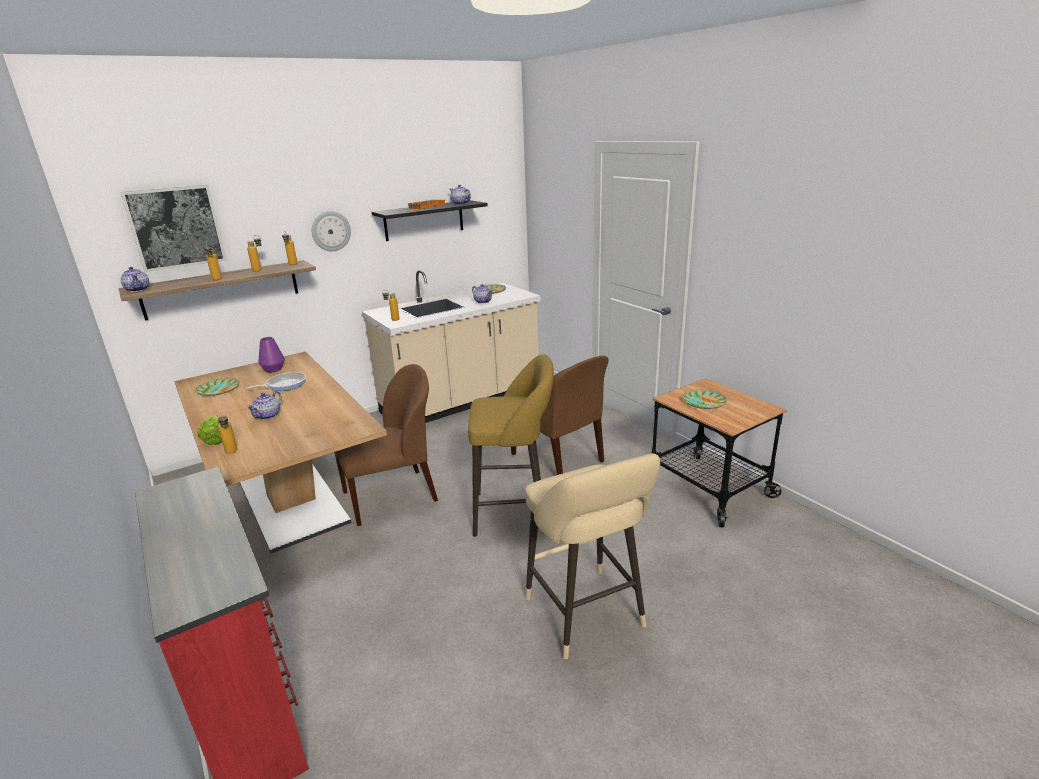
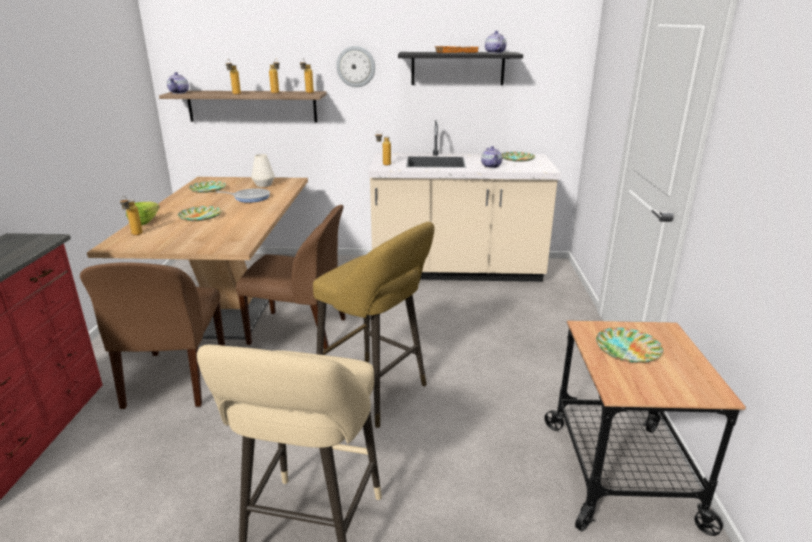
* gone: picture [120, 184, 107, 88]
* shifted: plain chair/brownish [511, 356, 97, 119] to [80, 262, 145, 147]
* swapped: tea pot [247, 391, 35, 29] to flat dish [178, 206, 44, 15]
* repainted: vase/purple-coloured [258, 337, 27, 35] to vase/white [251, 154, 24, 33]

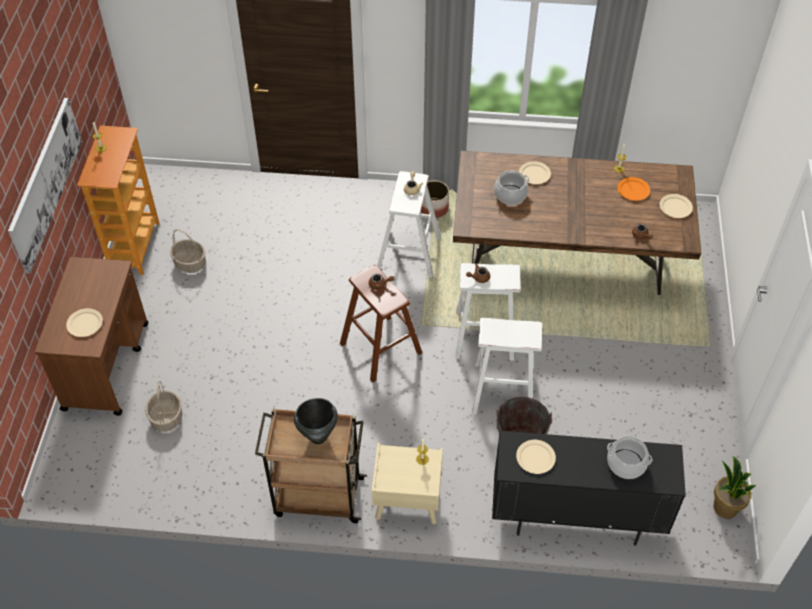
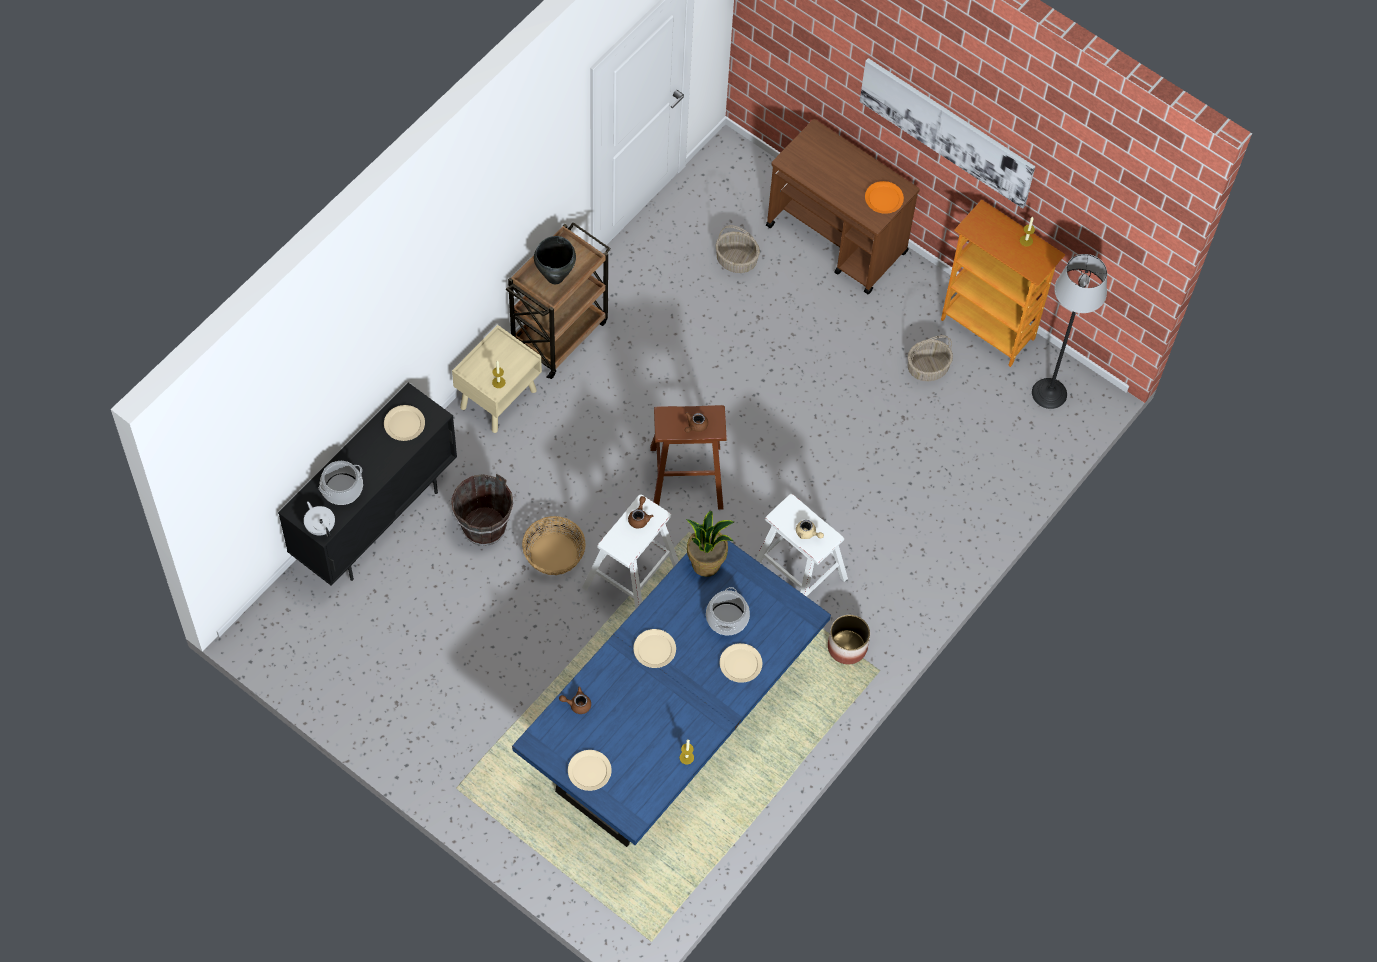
* new: tea pot/white [304, 501, 31, 37]
* new: standing lamp [1032, 254, 75, 155]
* shifted: flat dish/beige [66, 308, 37, 29] to [633, 629, 43, 39]
* shifted: flat dish/orange-coloured [618, 177, 32, 24] to [865, 181, 39, 33]
* shifted: houseplant [713, 457, 43, 62] to [686, 511, 48, 66]
* swapped: stool/white [472, 318, 70, 97] to basket [522, 516, 64, 59]
* repainted: dining table/brownish [453, 151, 248, 144] to dining table/blue [512, 541, 319, 306]

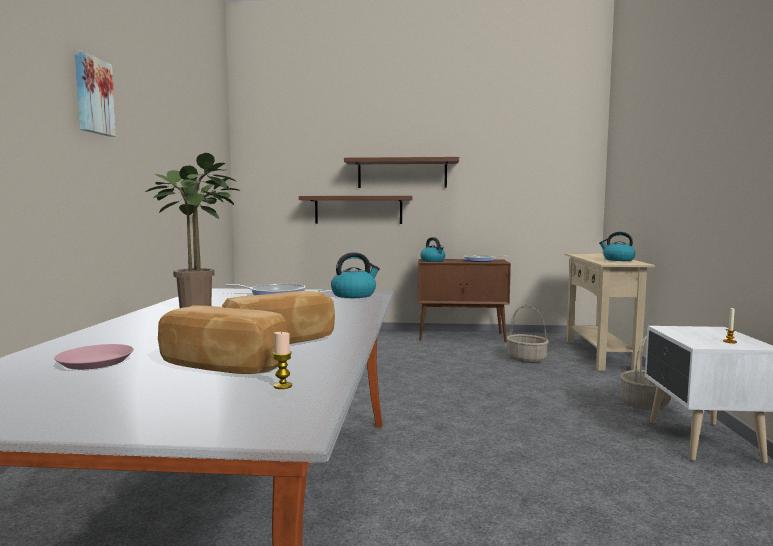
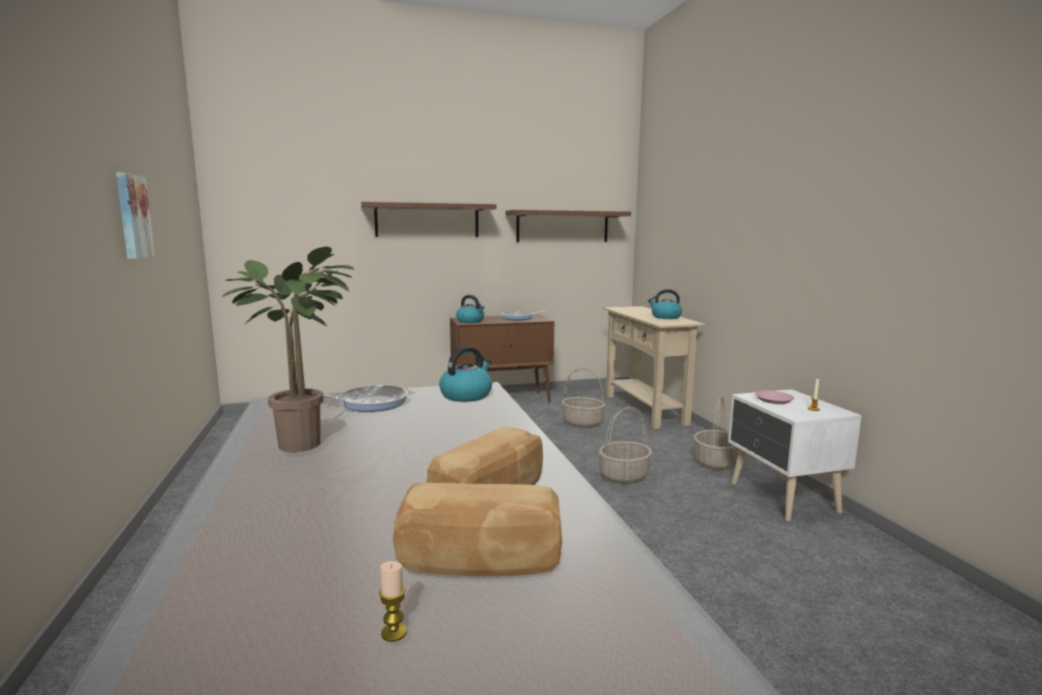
* new: basket [599, 407, 53, 77]
* shifted: flat dish/pinkish [54, 344, 80, 26] to [755, 390, 39, 14]
* shifted: picture [75, 51, 41, 86] to [116, 173, 40, 86]
* shifted: wax candle [273, 332, 19, 57] to [379, 561, 28, 81]
* shifted: wall shelf [299, 196, 113, 28] to [506, 210, 125, 32]

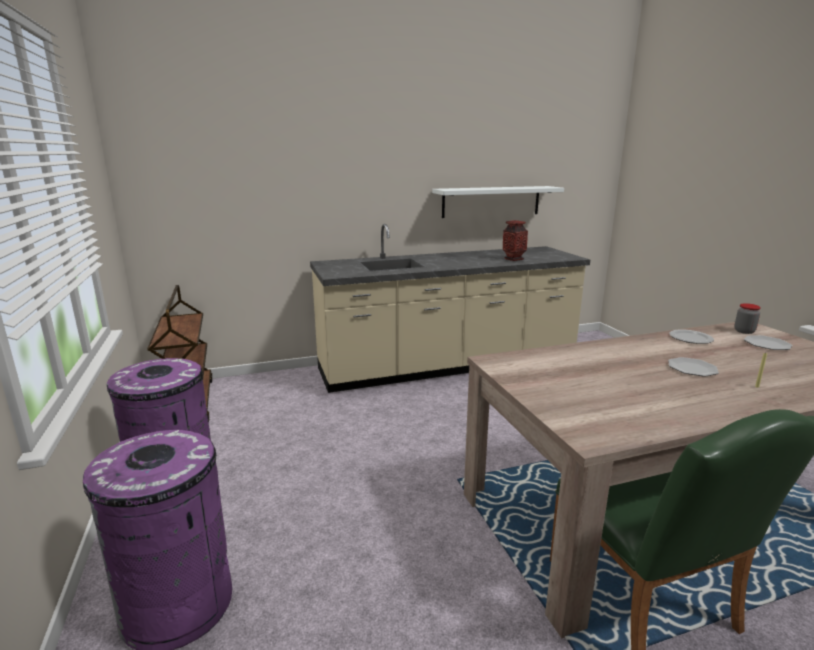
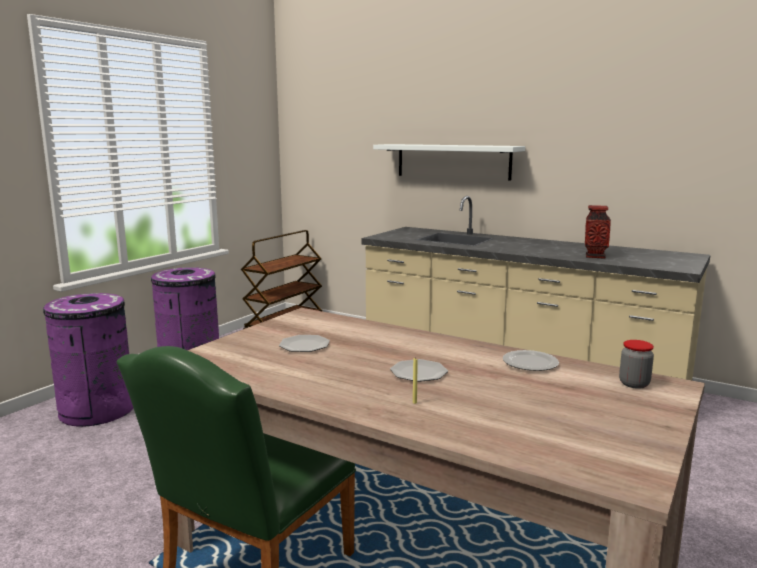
* shifted: wall shelf/white [432, 186, 132, 32] to [373, 144, 152, 37]
* shifted: flat dish [744, 335, 48, 15] to [279, 335, 51, 17]

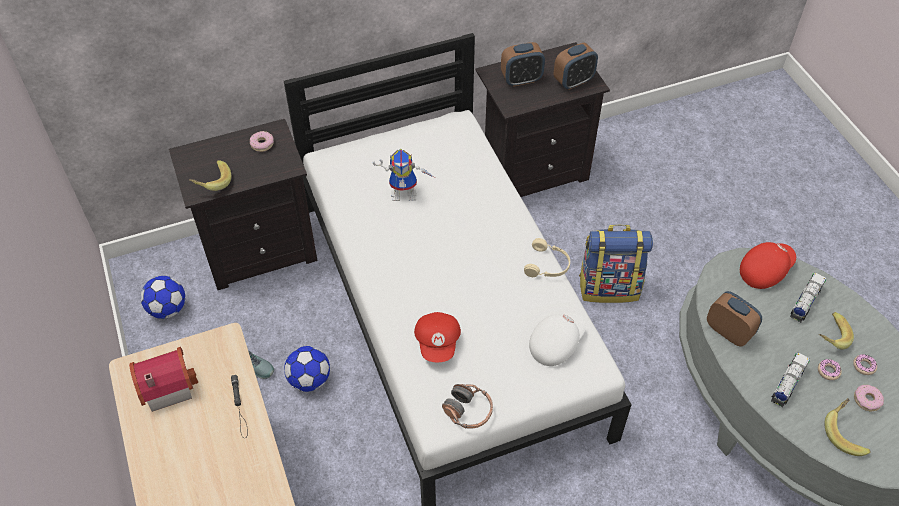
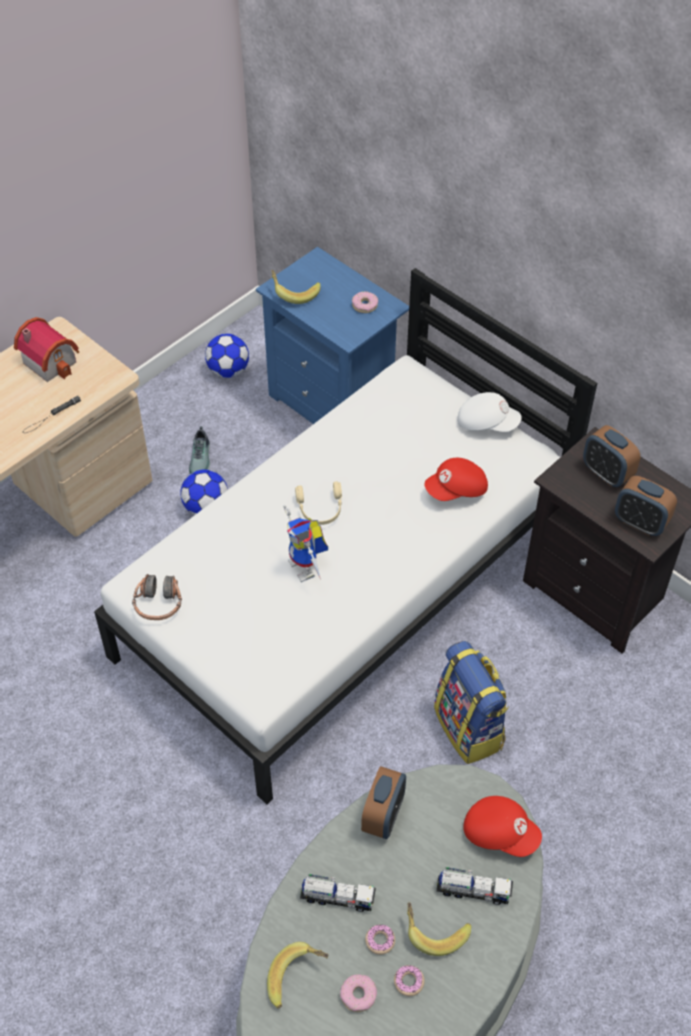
* shifted: toy robot [373, 148, 62, 53] to [284, 505, 44, 77]
* shifted: peaked cap/reddish [414, 312, 47, 50] to [424, 458, 64, 43]
* shifted: headset/beige [524, 238, 46, 39] to [295, 481, 47, 44]
* shifted: peaked cap/white [529, 312, 57, 54] to [457, 392, 65, 40]
* repainted: night table/blackish [169, 119, 149, 171] to night table/blue [256, 247, 153, 177]

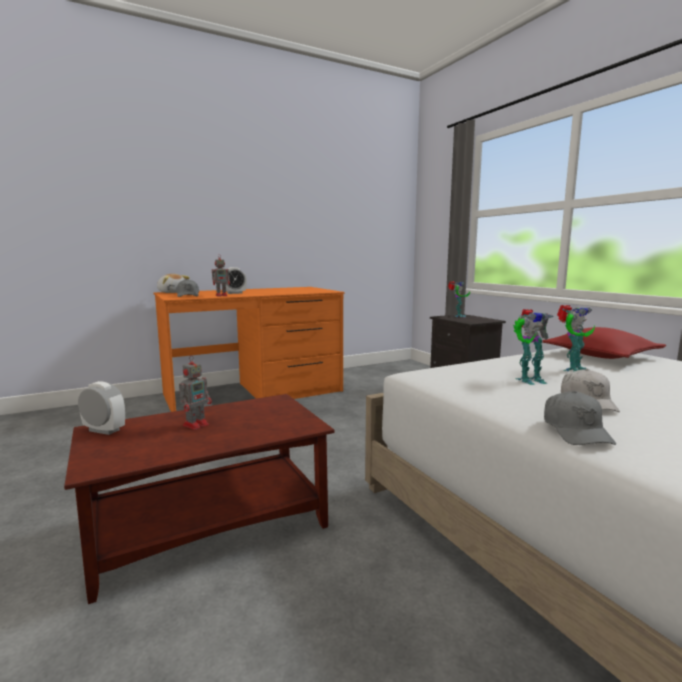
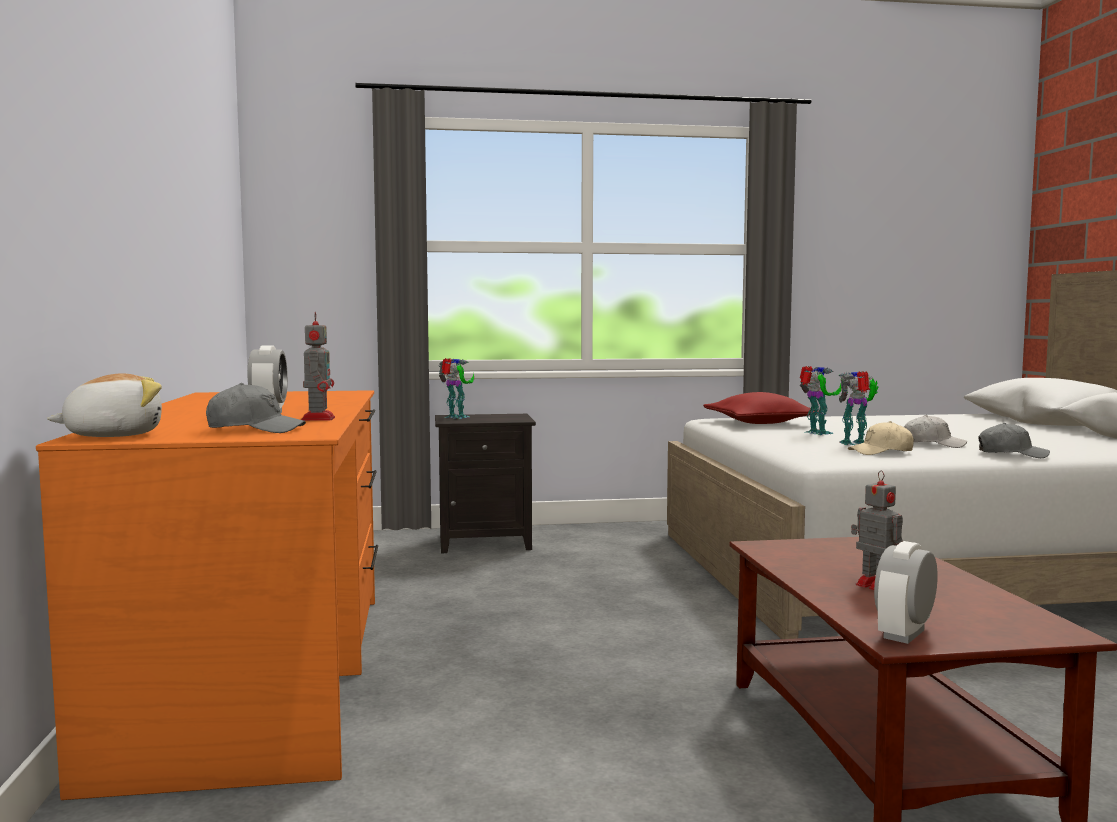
* new: peaked cap/beige [848, 421, 66, 34]
* rotated: toy robot [513, 309, 41, 76] = [838, 371, 41, 74] 105 degrees counterclockwise

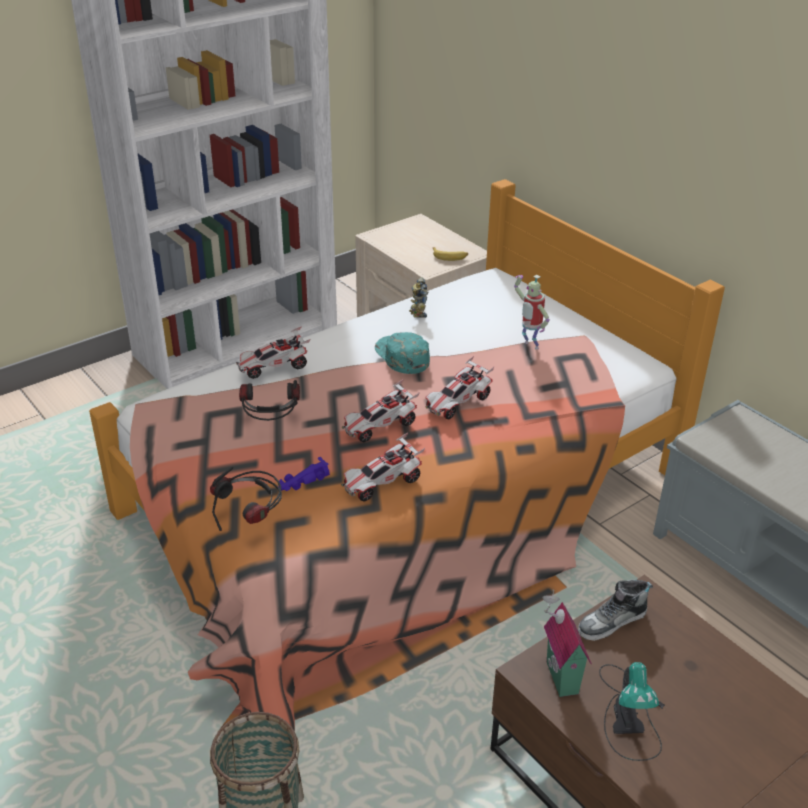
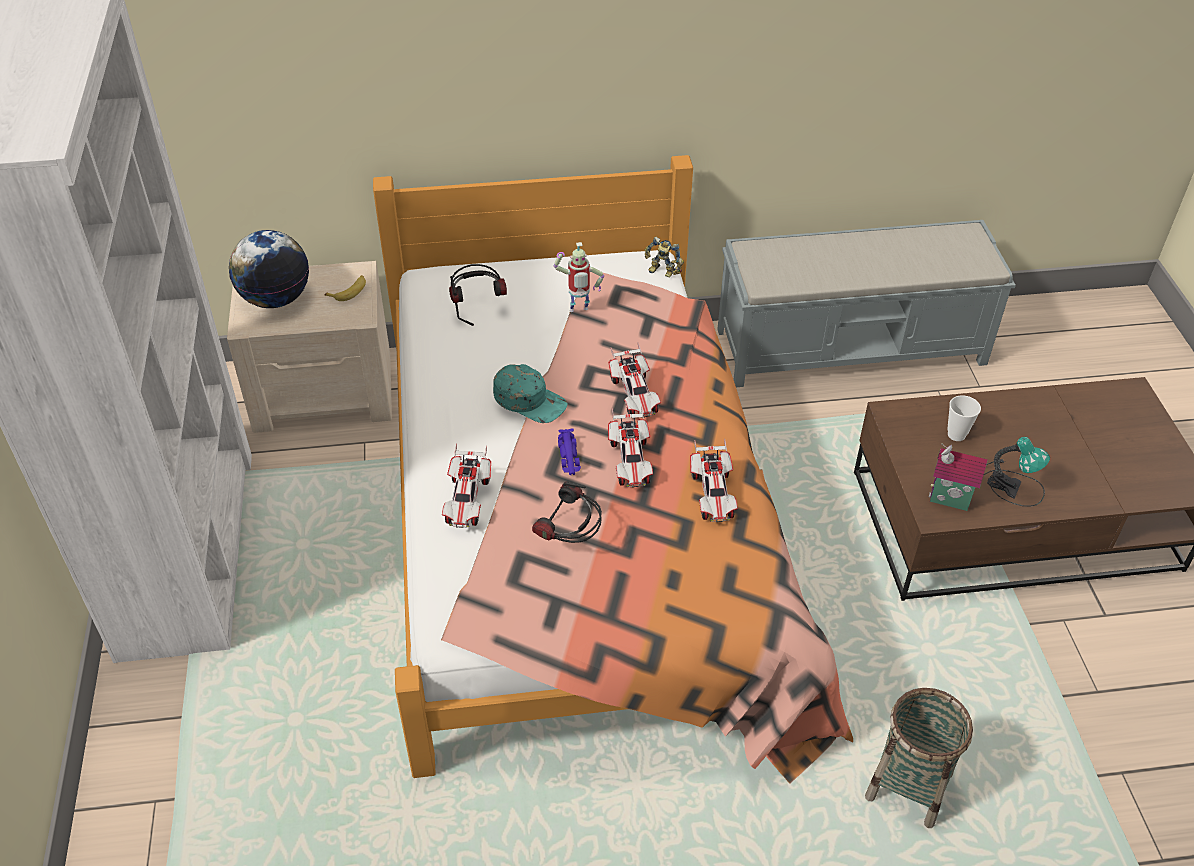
* gone: shoe [578, 580, 75, 61]
* new: world globe [229, 230, 80, 78]
* new: drinking cup [948, 395, 33, 46]
* shifted: headset [210, 467, 72, 64] to [449, 264, 58, 62]
* shifted: model car/purple-coloured [278, 457, 52, 34] to [558, 428, 23, 47]
* shifted: toy robot [409, 277, 19, 41] to [645, 237, 39, 40]
* rotated: peaked cap/turquoise [375, 332, 55, 42] = [493, 364, 75, 59] 150 degrees counterclockwise

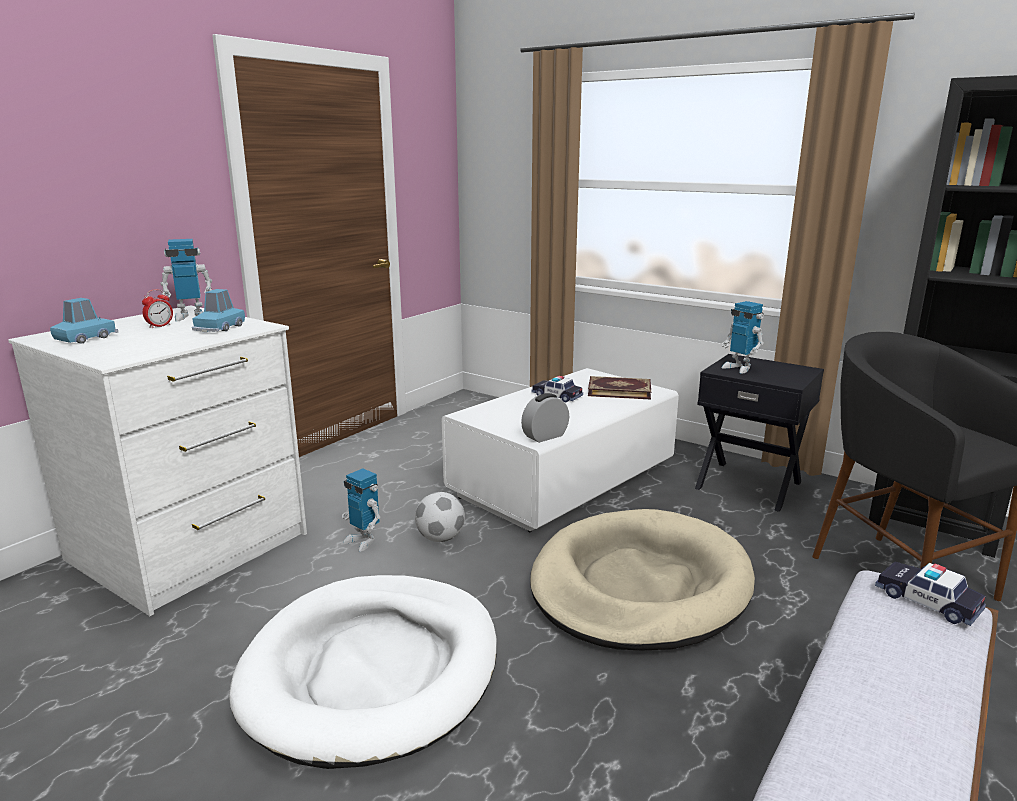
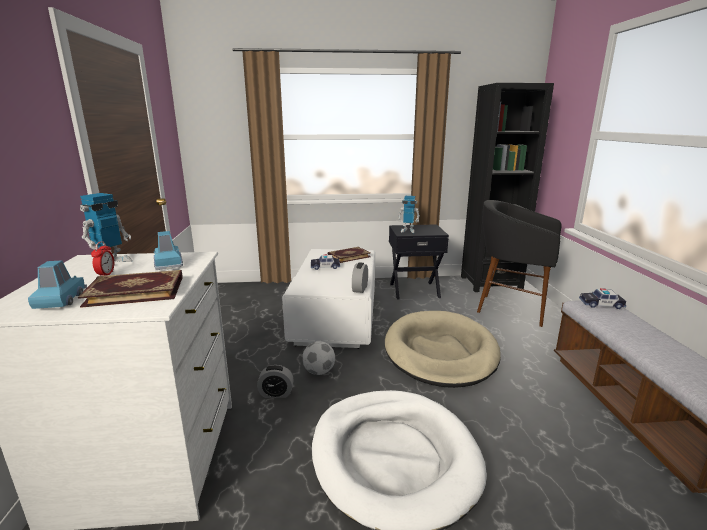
* new: book [78, 270, 105, 38]
* swapped: toy robot [342, 468, 38, 84] to alarm clock [257, 365, 37, 33]

